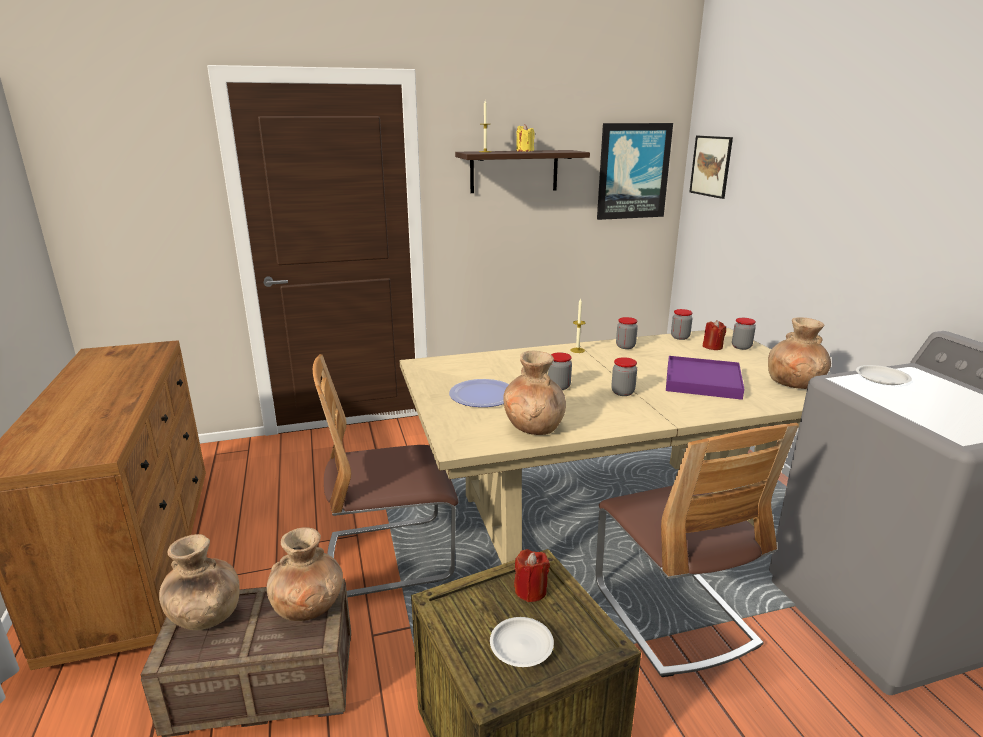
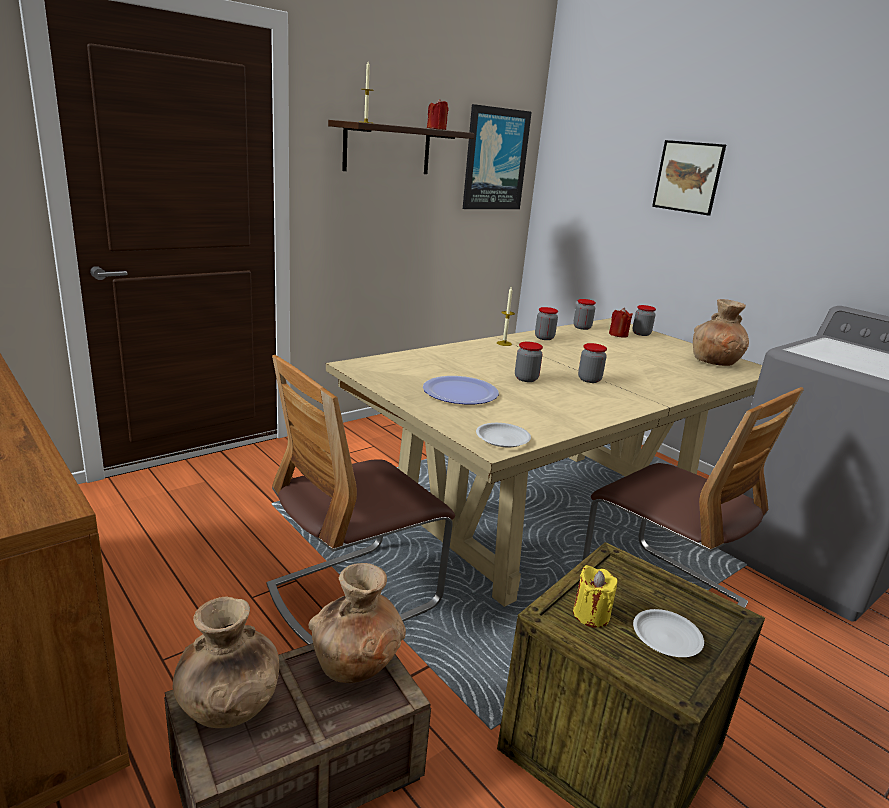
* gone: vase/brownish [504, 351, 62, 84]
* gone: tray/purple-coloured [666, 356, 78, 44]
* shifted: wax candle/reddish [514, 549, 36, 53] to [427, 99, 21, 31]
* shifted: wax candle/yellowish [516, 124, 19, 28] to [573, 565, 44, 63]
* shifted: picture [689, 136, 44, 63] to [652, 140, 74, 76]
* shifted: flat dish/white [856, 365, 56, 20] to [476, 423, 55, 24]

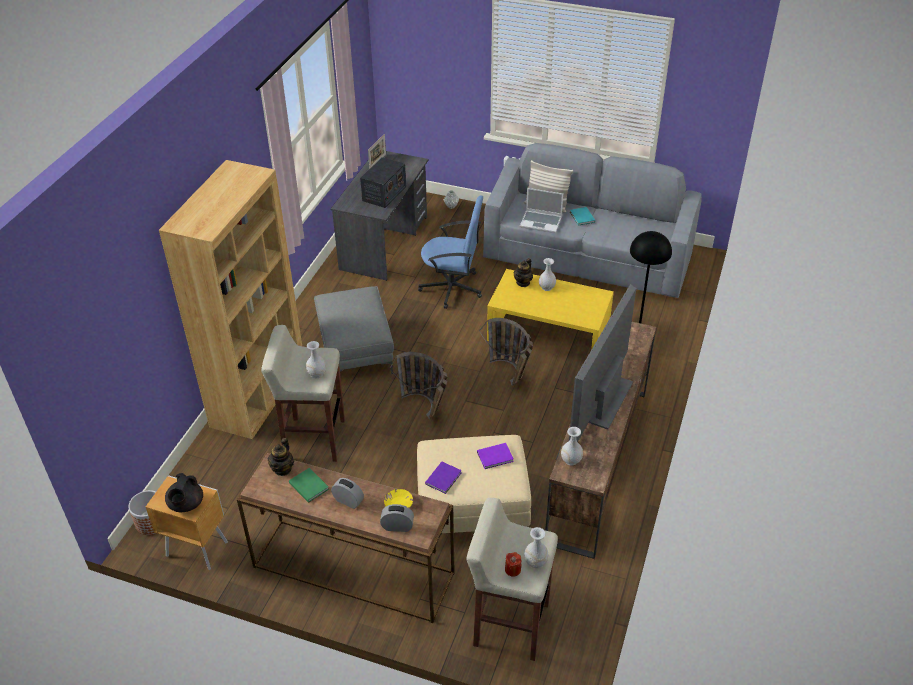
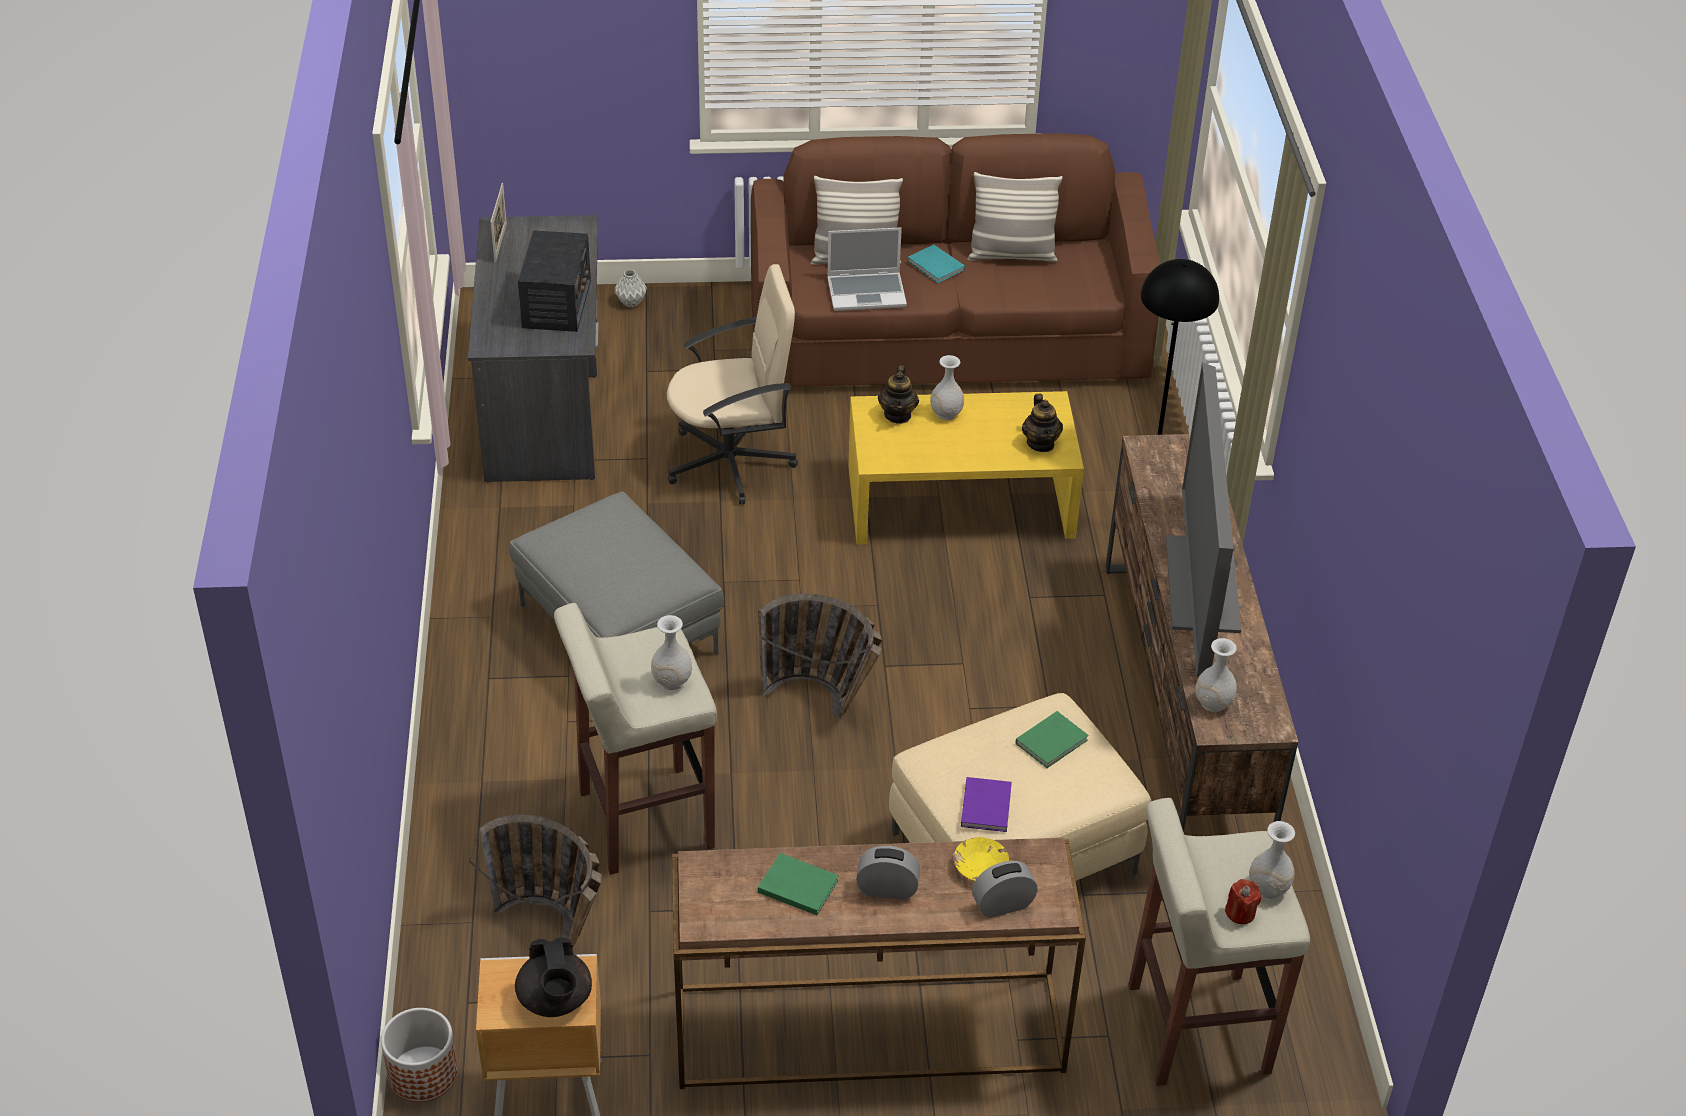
* gone: shelving unit/brownish [159, 160, 143, 279]
* new: throw pillow [967, 172, 96, 90]
* shifted: tea pot [268, 438, 26, 38] to [1022, 394, 41, 58]
* shifted: basket [479, 318, 54, 68] to [469, 814, 133, 132]
* repainted: office chair/blue [418, 195, 65, 114] to office chair/beige [667, 264, 131, 241]
* repainted: book/purple-coloured [477, 443, 37, 26] to book/greenish [1015, 711, 74, 57]
* repainted: couch/greyish [483, 143, 219, 155] to couch/brownish [751, 133, 409, 254]

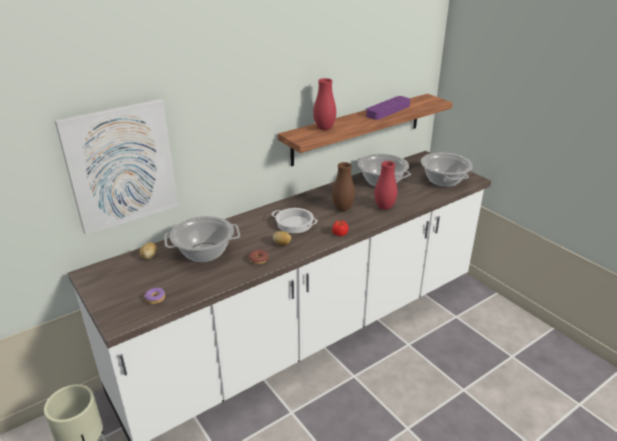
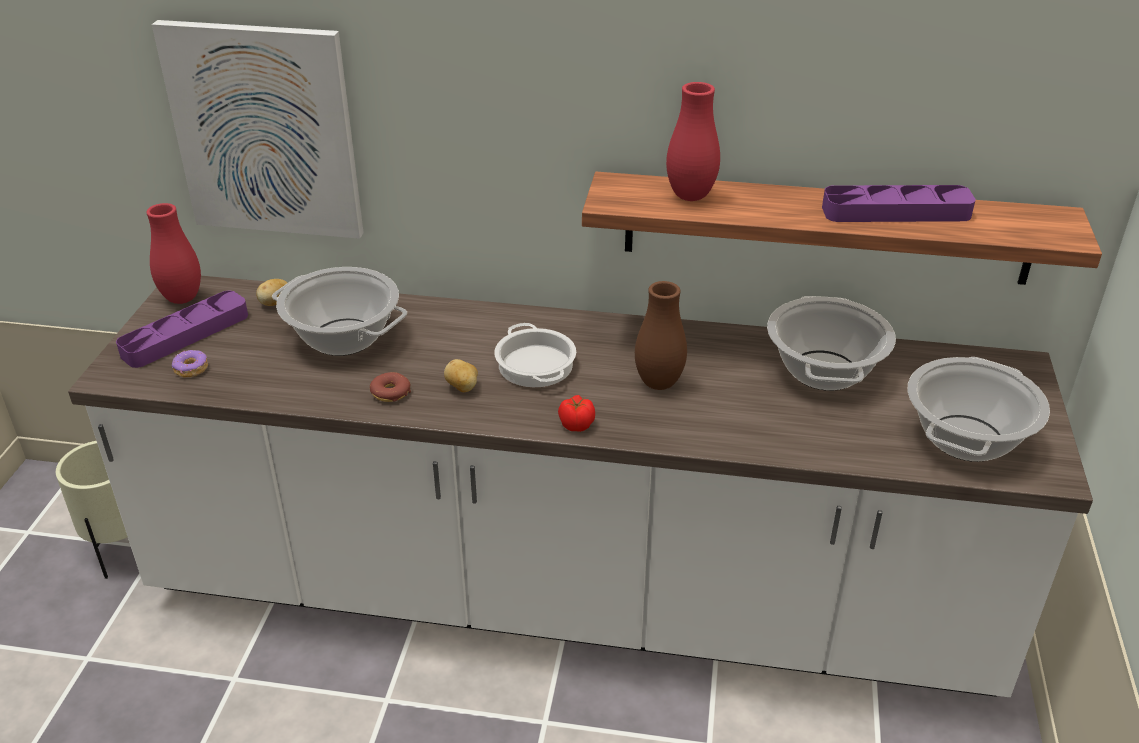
* new: tray/purple-coloured [116, 291, 132, 77]
* shifted: vase/reddish [375, 161, 22, 49] to [146, 203, 55, 101]

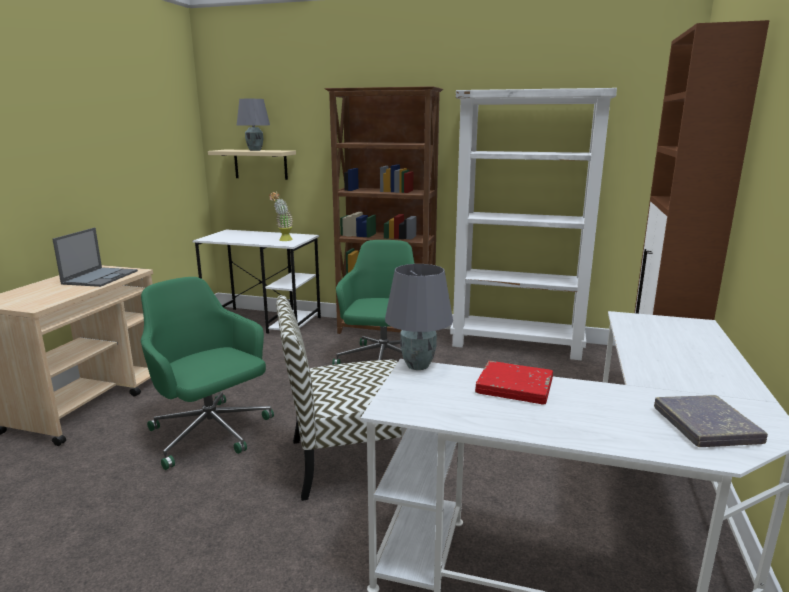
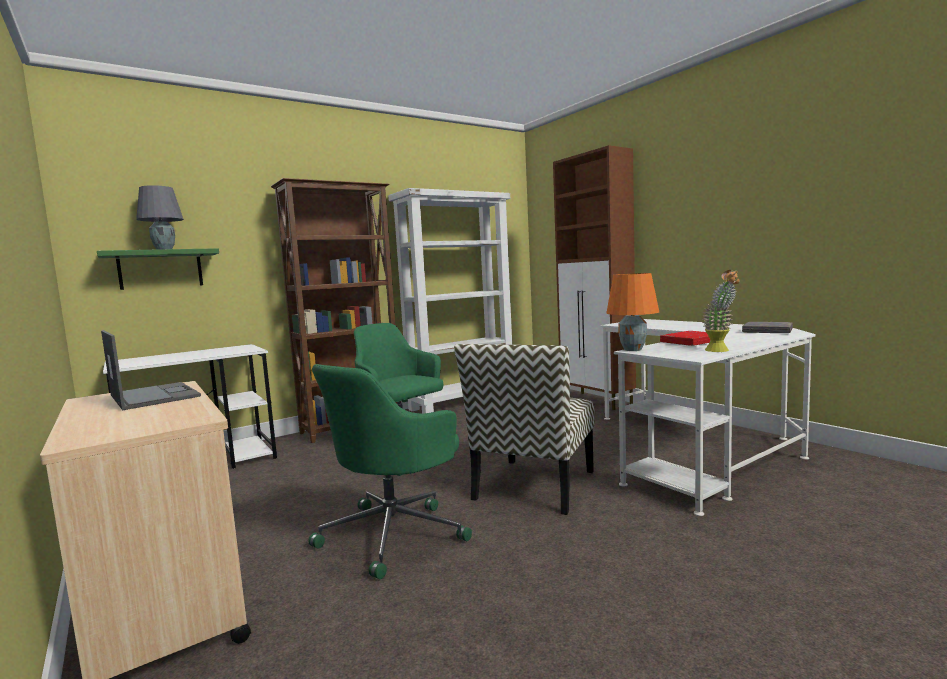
* shifted: houseplant [269, 192, 24, 49] to [702, 270, 37, 82]
* repainted: wall shelf/beige [208, 149, 88, 31] to wall shelf/greenish [97, 248, 122, 42]
* repainted: tabletop lamp/greyish [385, 264, 68, 106] to tabletop lamp/orange-coloured [606, 273, 53, 78]
* rotated: office chair/greenish [141, 277, 133, 193] = [308, 364, 164, 215] 45 degrees counterclockwise

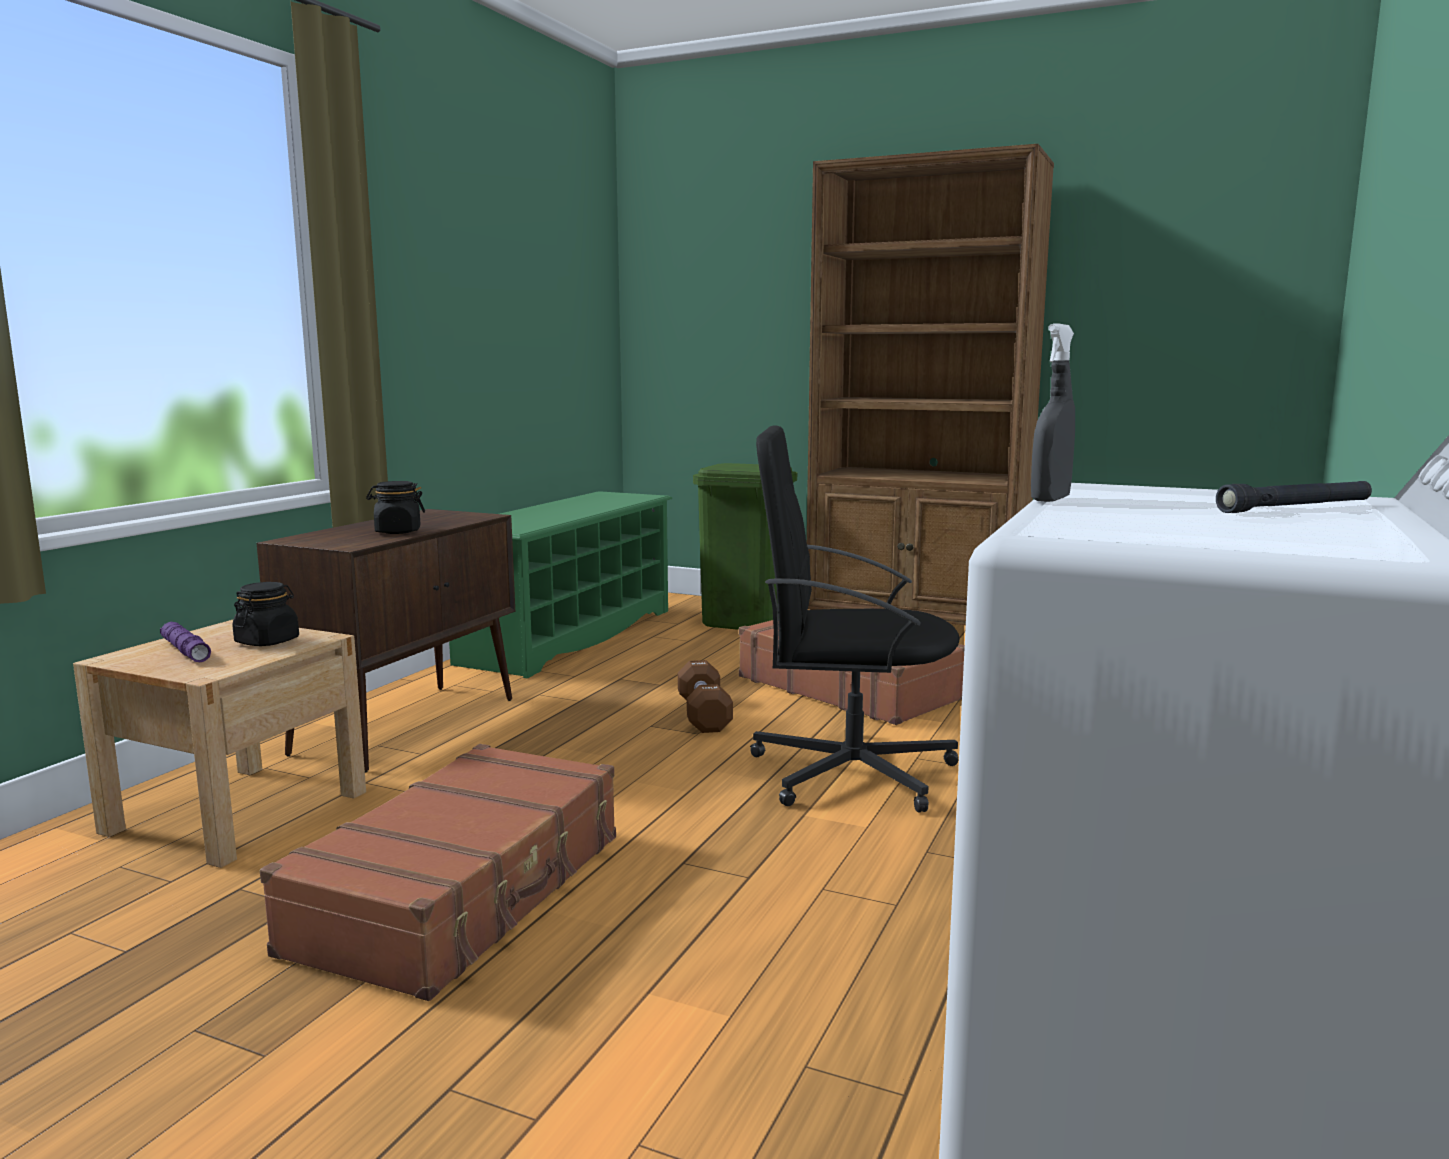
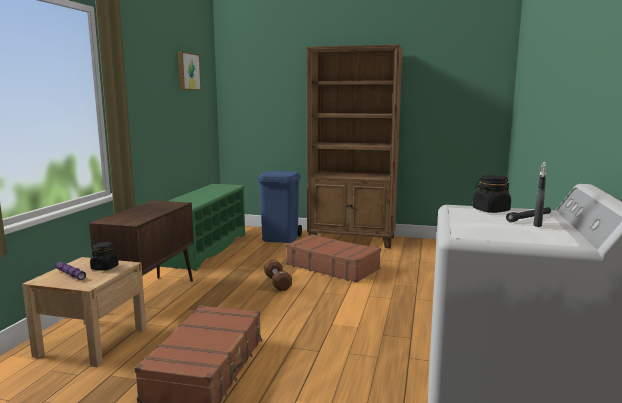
* gone: office chair/blackish [750, 425, 210, 388]
* new: picture [178, 51, 23, 39]
* shifted: jar/blackish [366, 481, 59, 53] to [473, 175, 38, 38]
* shifted: spray bottle/greyish [1031, 323, 44, 179] to [533, 162, 13, 65]
* repainted: rubbish bin/greenish [693, 463, 105, 167] to rubbish bin/blue [257, 171, 45, 72]

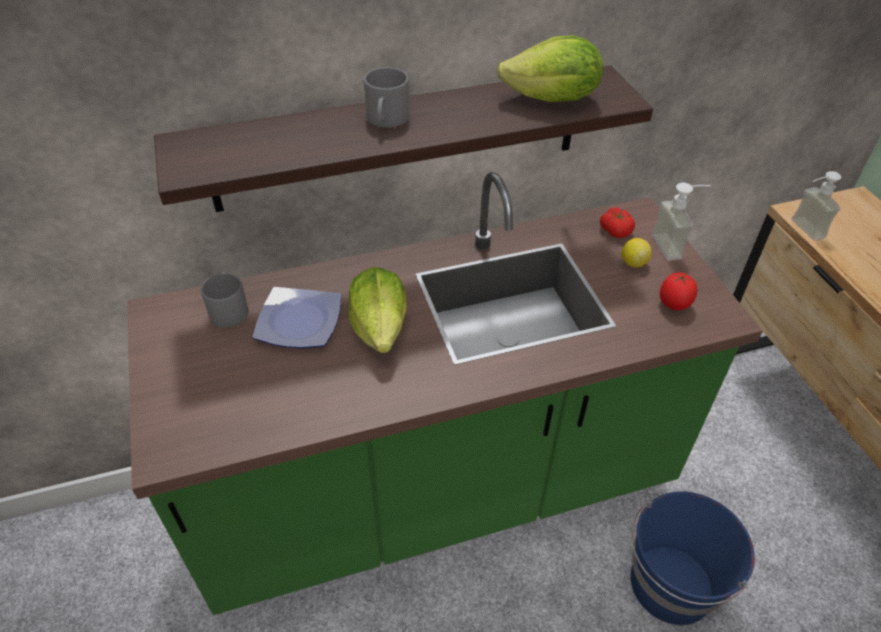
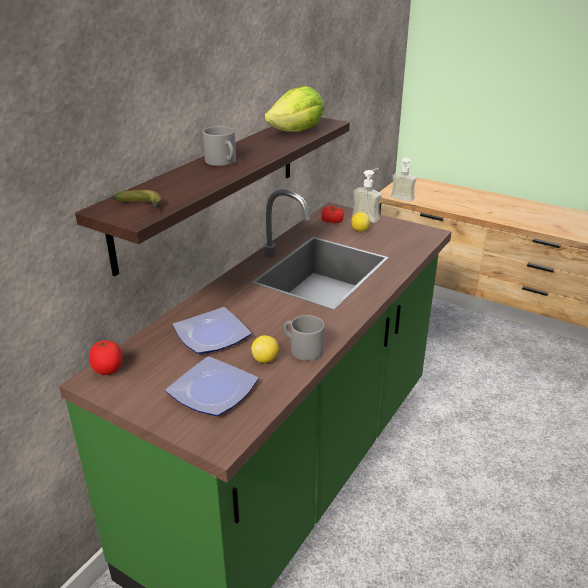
* gone: lettuce head [349, 267, 58, 86]
* gone: water bucket/blue [630, 491, 125, 134]
* new: banana [112, 190, 50, 19]
* new: flat dish [165, 356, 93, 60]
* new: citrus fruit [251, 335, 28, 28]
* shifted: mug/greyish [201, 272, 48, 55] to [284, 315, 41, 46]
* shifted: fresh tomato [660, 272, 37, 38] to [89, 340, 34, 35]

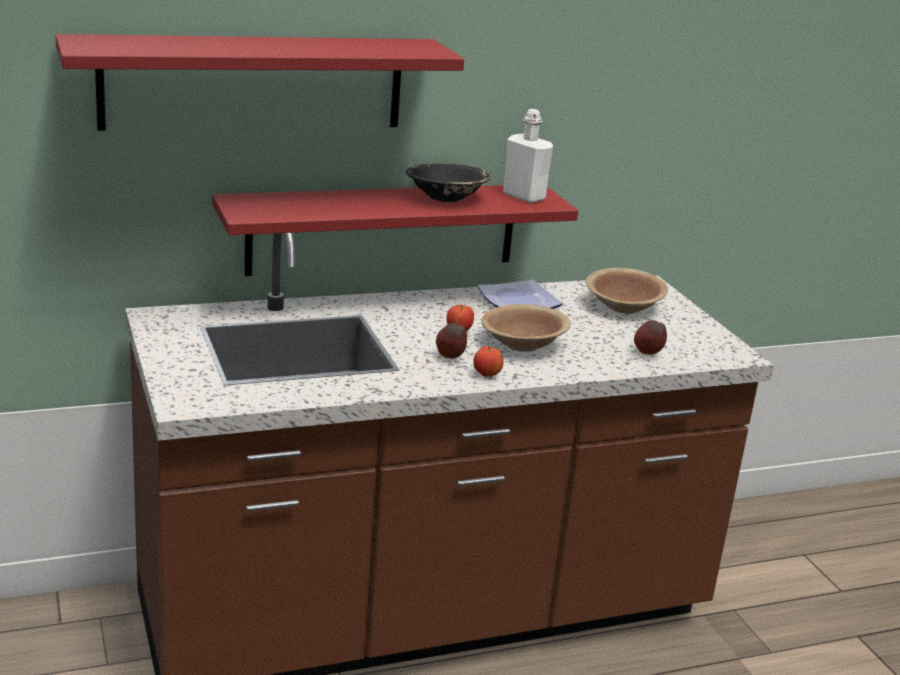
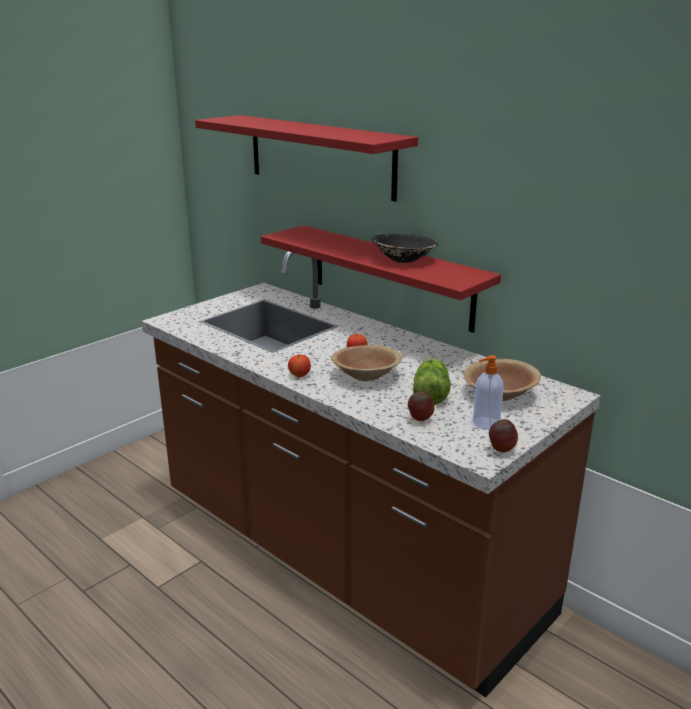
* gone: flat dish [478, 280, 85, 29]
* gone: bottle/white [503, 109, 50, 94]
* new: lettuce head [413, 359, 38, 46]
* new: soap bottle [473, 355, 31, 75]
* shifted: whole apple [436, 323, 31, 35] to [489, 419, 29, 33]

